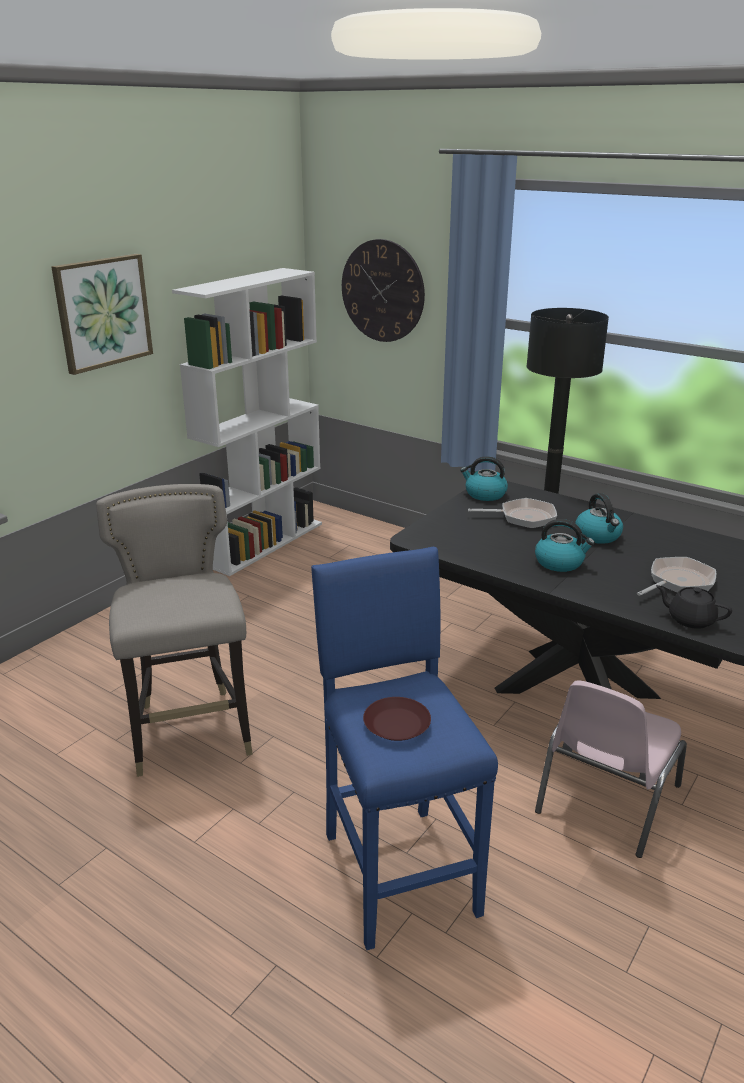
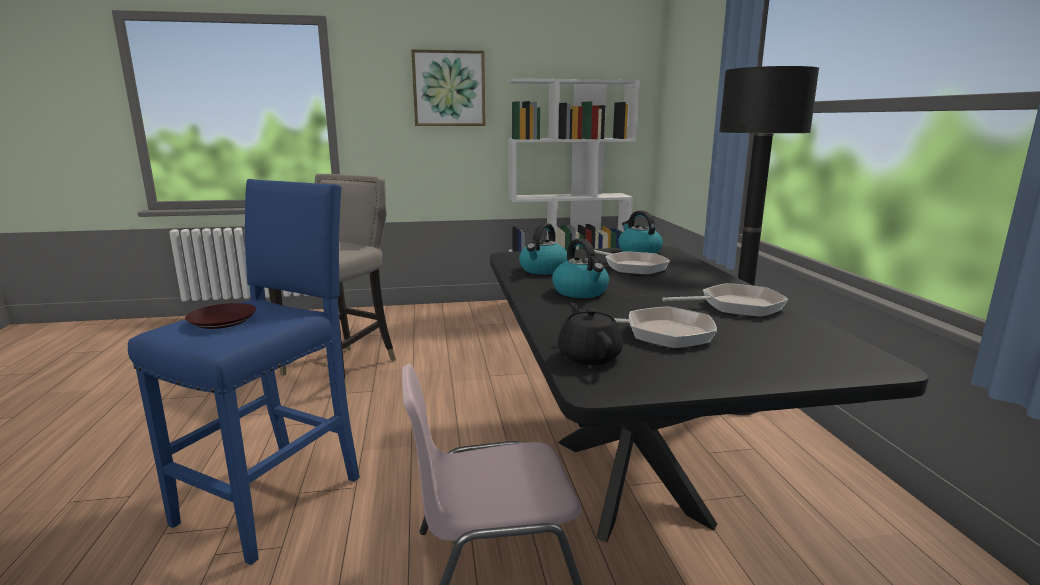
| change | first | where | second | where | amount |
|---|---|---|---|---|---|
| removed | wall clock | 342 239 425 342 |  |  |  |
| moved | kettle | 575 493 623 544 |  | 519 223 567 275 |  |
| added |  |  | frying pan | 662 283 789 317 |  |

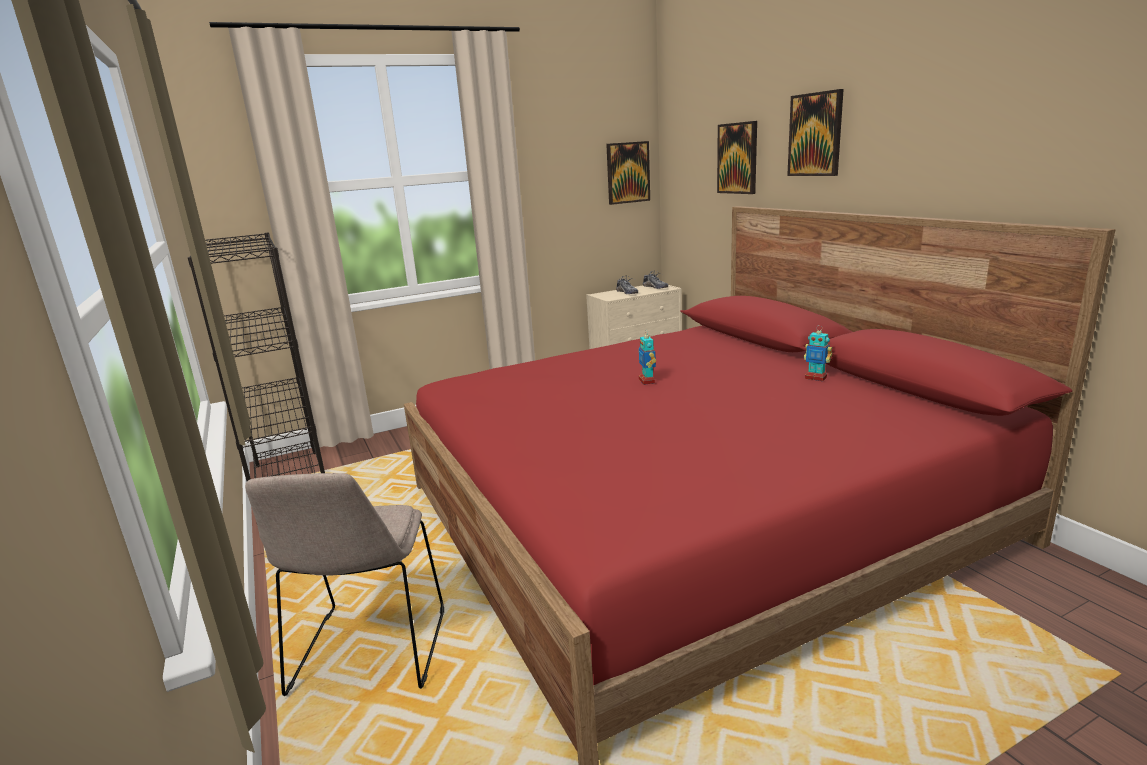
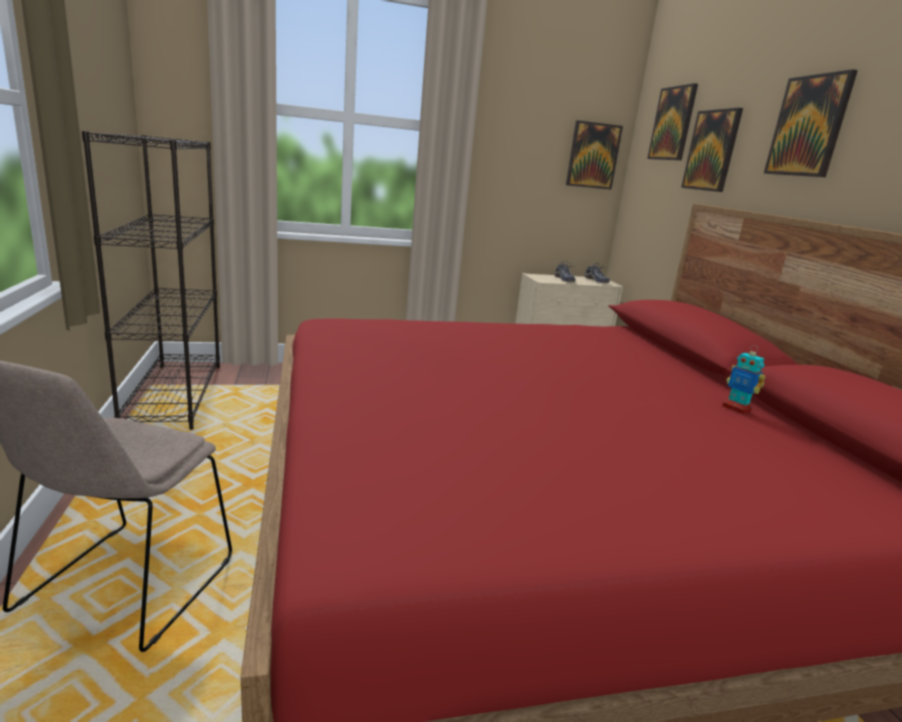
| change | first | where | second | where | amount |
|---|---|---|---|---|---|
| removed | toy robot | 639 335 656 385 |  |  |  |
| added |  |  | picture | 647 83 698 160 |  |

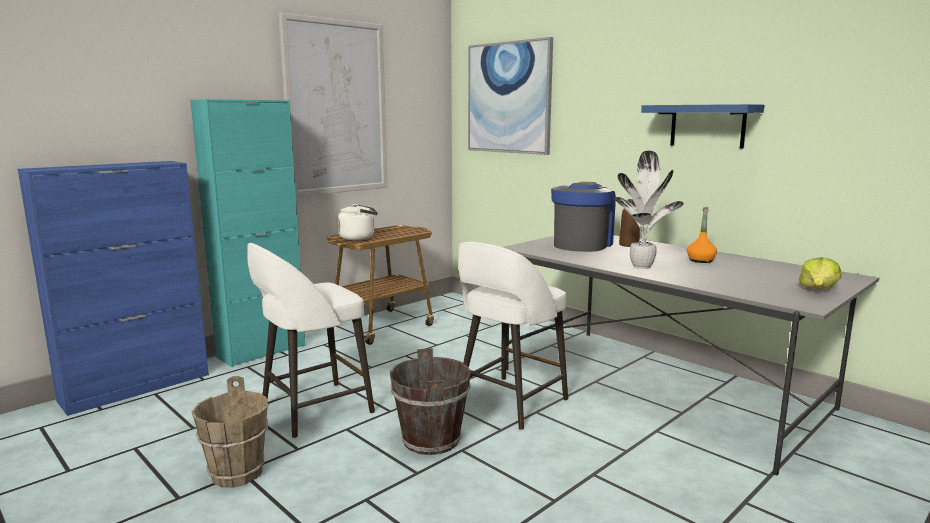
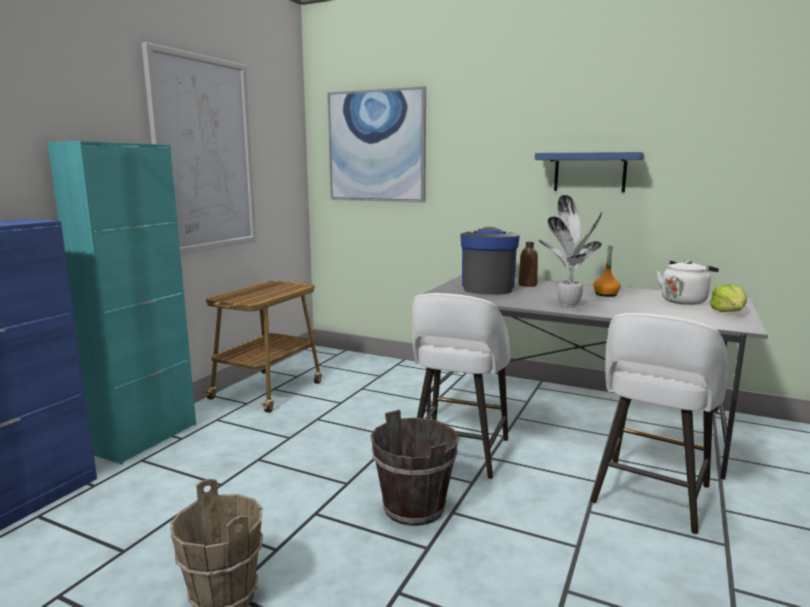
| change | first | where | second | where | amount |
|---|---|---|---|---|---|
| moved | white kettle | 338 204 378 240 |  | 657 260 719 305 |  |
| moved | white stool | 247 243 375 438 |  | 590 313 728 534 |  |

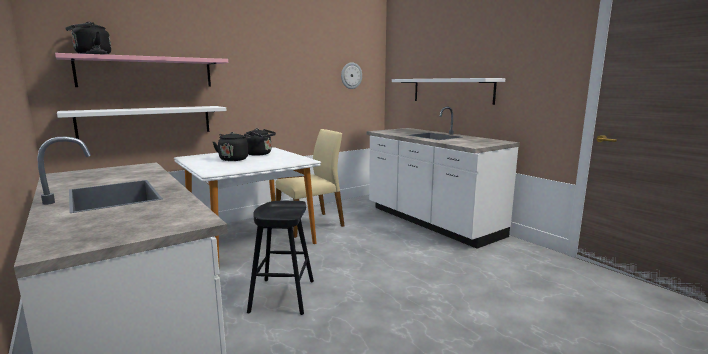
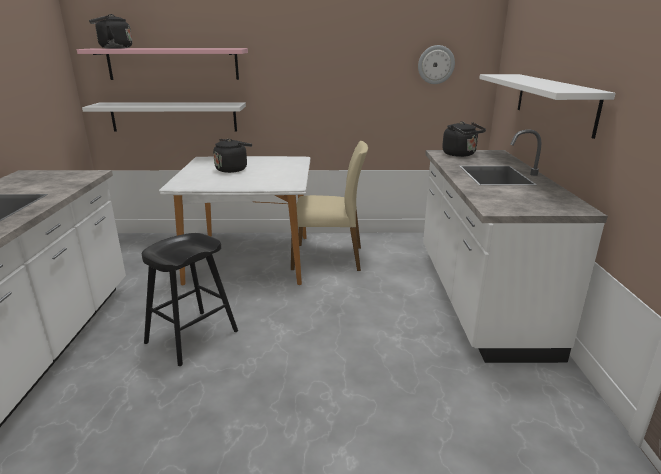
| change | first | where | second | where | amount |
|---|---|---|---|---|---|
| moved | black kettle | 245 128 276 156 |  | 442 121 486 157 |  |

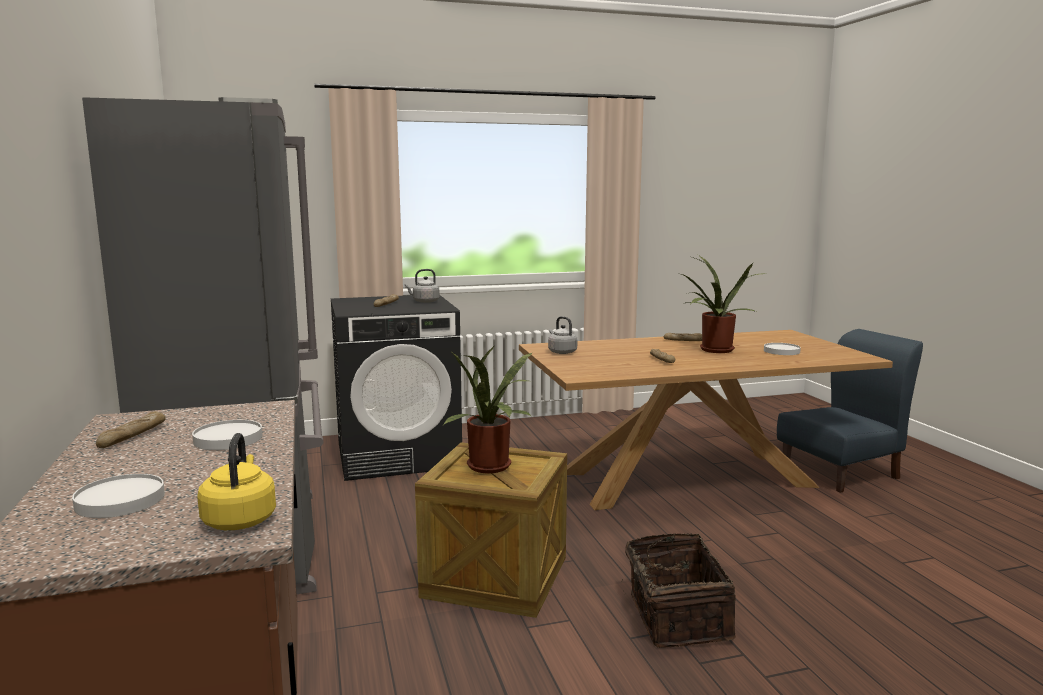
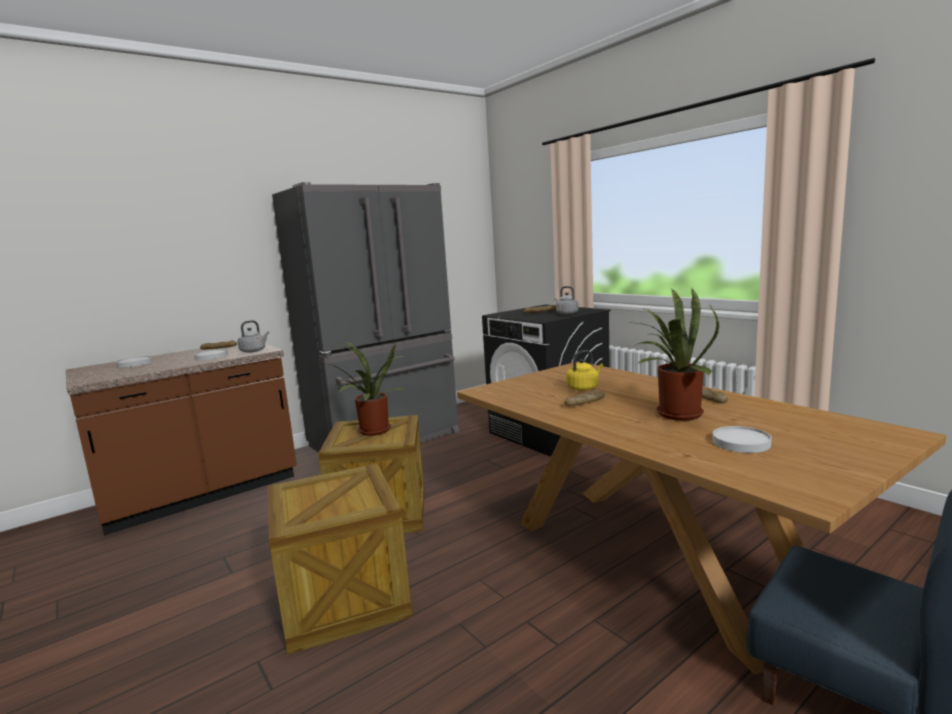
| change | first | where | second | where | amount |
|---|---|---|---|---|---|
| moved | grey kettle | 548 316 577 354 |  | 238 320 269 353 |  |
| moved | yellow kettle | 197 433 276 530 |  | 566 350 603 391 |  |
| replaced | basket | 621 533 736 648 | crate | 268 464 412 655 |  |

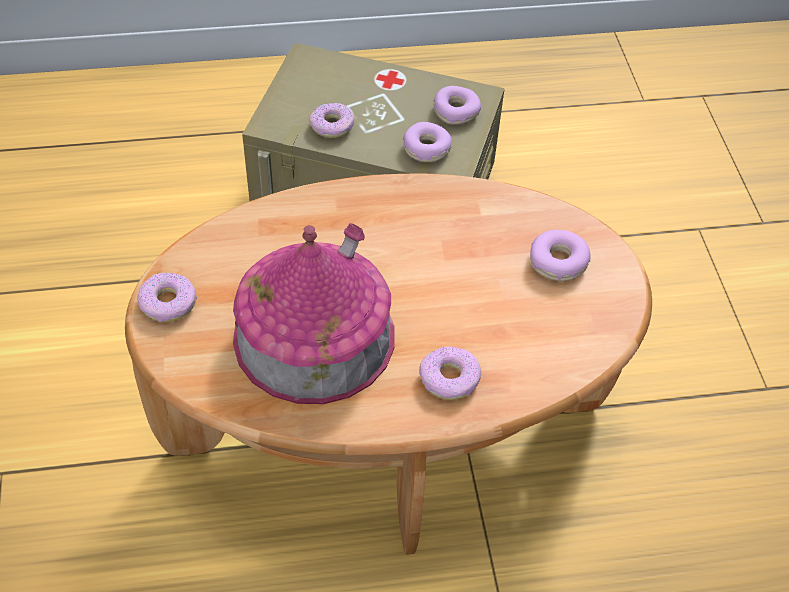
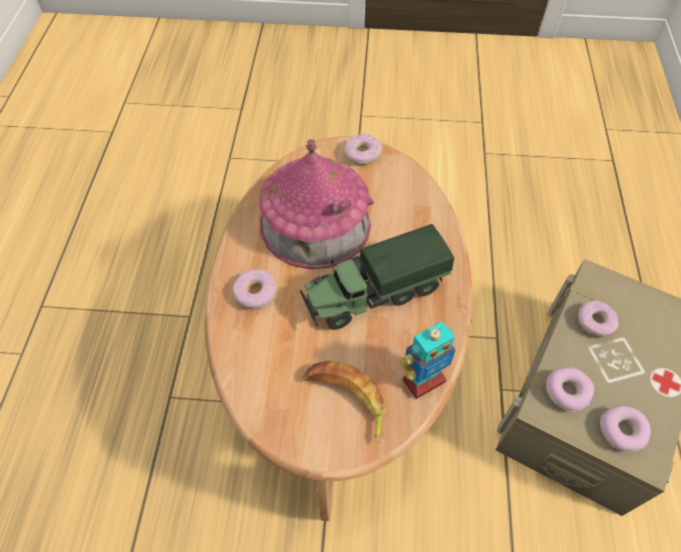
| change | first | where | second | where | amount |
|---|---|---|---|---|---|
| replaced | donut | 530 230 591 281 | banana | 303 361 386 444 |  |
| added |  |  | toy truck | 300 224 454 330 |  |
| added |  |  | toy robot | 400 321 456 399 |  |

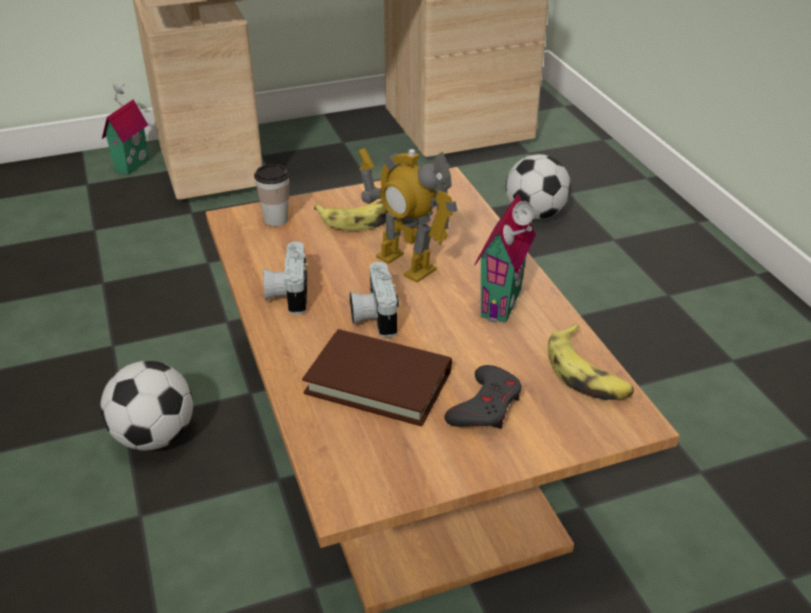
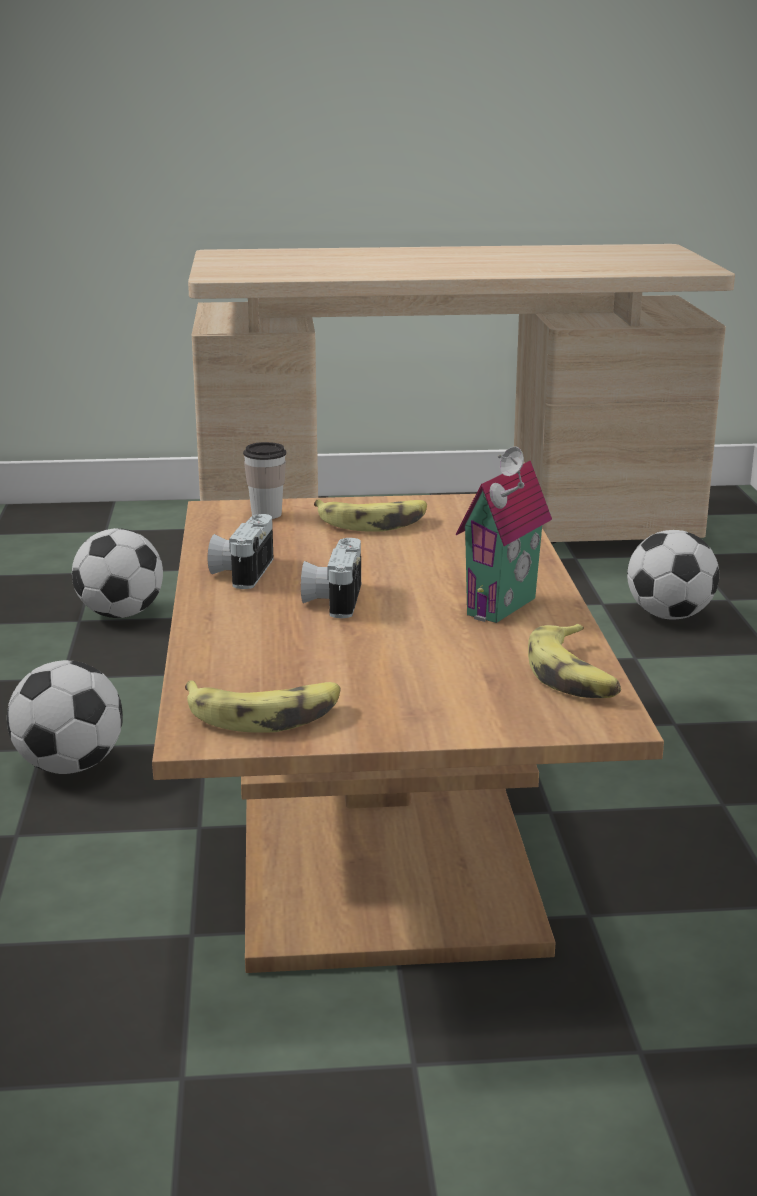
| change | first | where | second | where | amount |
|---|---|---|---|---|---|
| removed | toy house | 102 84 149 175 |  |  |  |
| removed | toy robot | 359 148 457 283 |  |  |  |
| removed | brown book | 302 329 452 426 |  |  |  |
| removed | grey game controller | 445 365 522 429 |  |  |  |
| added |  |  | football | 72 528 163 618 |  |
| added |  |  | banana | 185 680 341 733 |  |

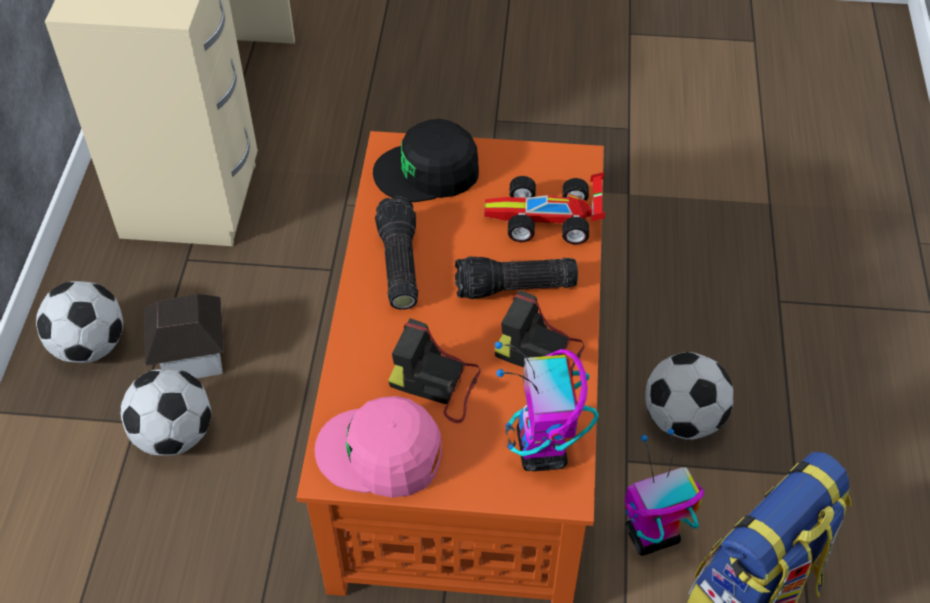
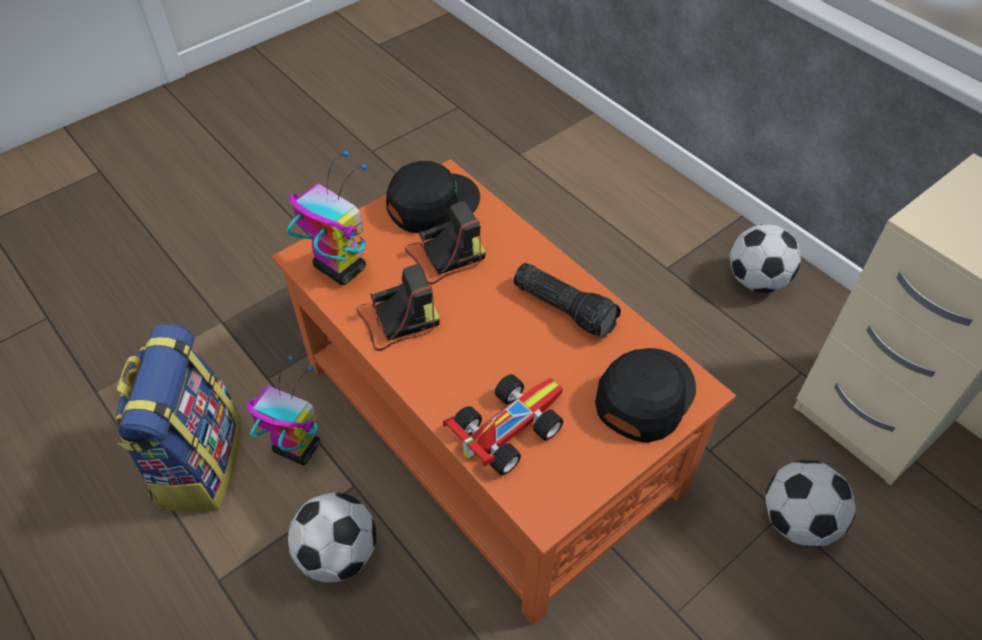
| change | first | where | second | where | amount |
|---|---|---|---|---|---|
| removed | flashlight | 455 257 578 299 |  |  |  |
| removed | toy house | 144 294 224 378 |  |  |  |
| moved | football | 120 369 212 456 |  | 765 460 856 547 |  |
| recoloured | pink cap | 315 396 442 498 | black cap | 386 161 480 233 |  |
| turned | toy robot | 625 428 704 556 |  | 246 356 320 465 | 90 degrees counterclockwise |

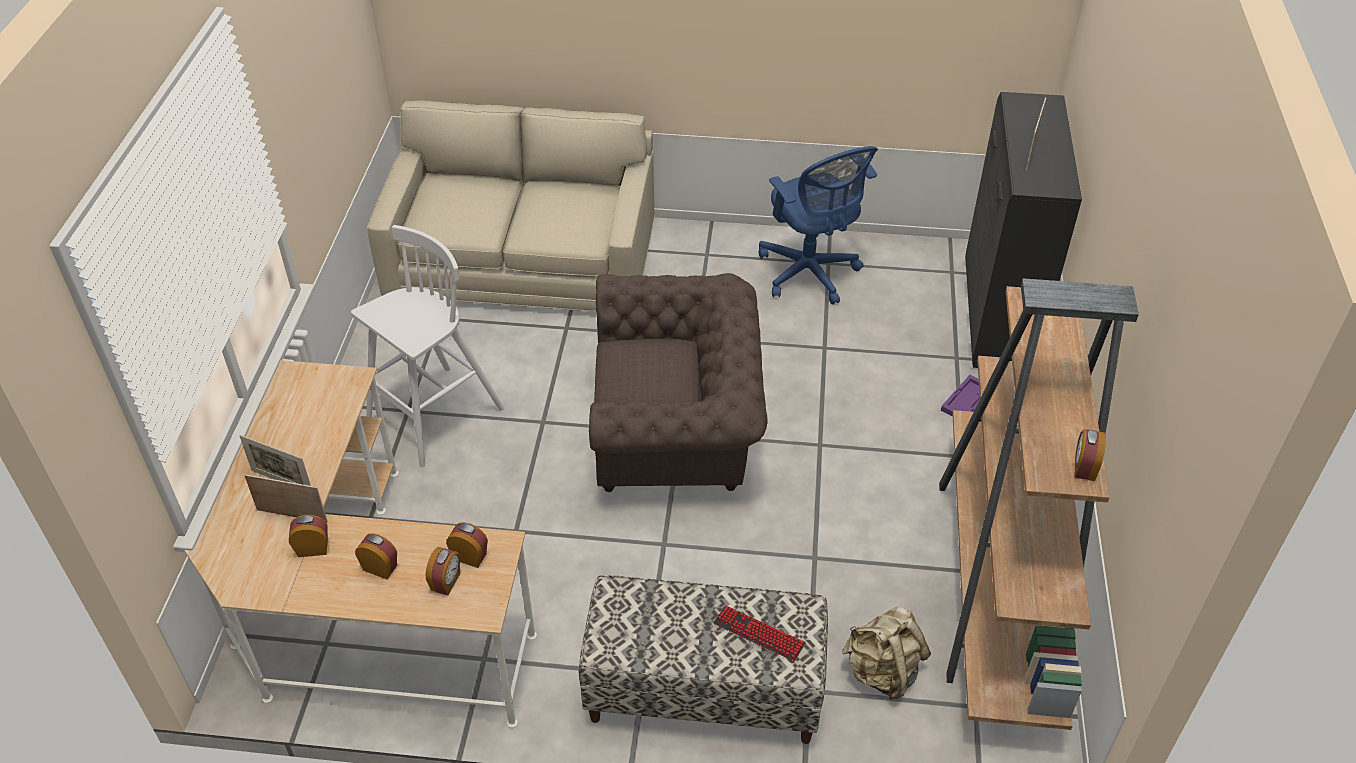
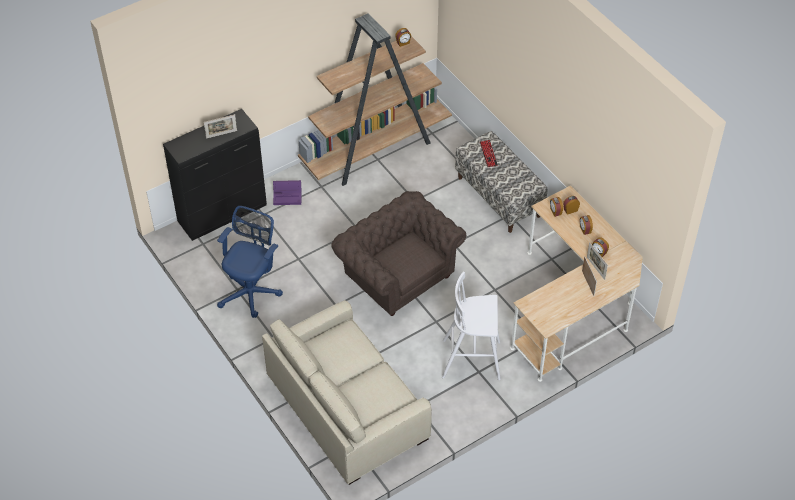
| change | first | where | second | where | amount |
|---|---|---|---|---|---|
| removed | beige backpack | 842 606 931 700 |  |  |  |

